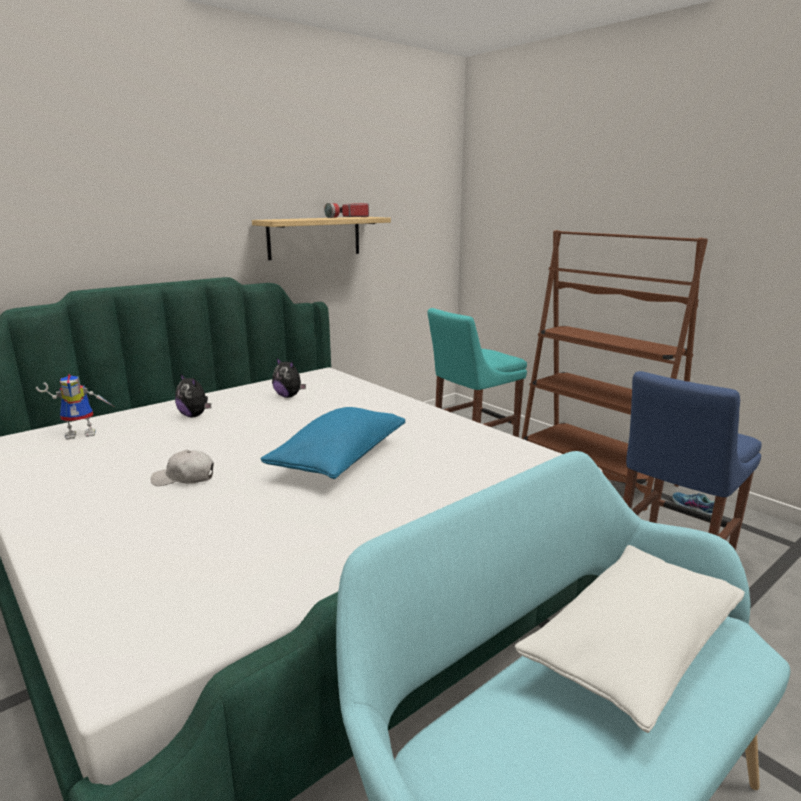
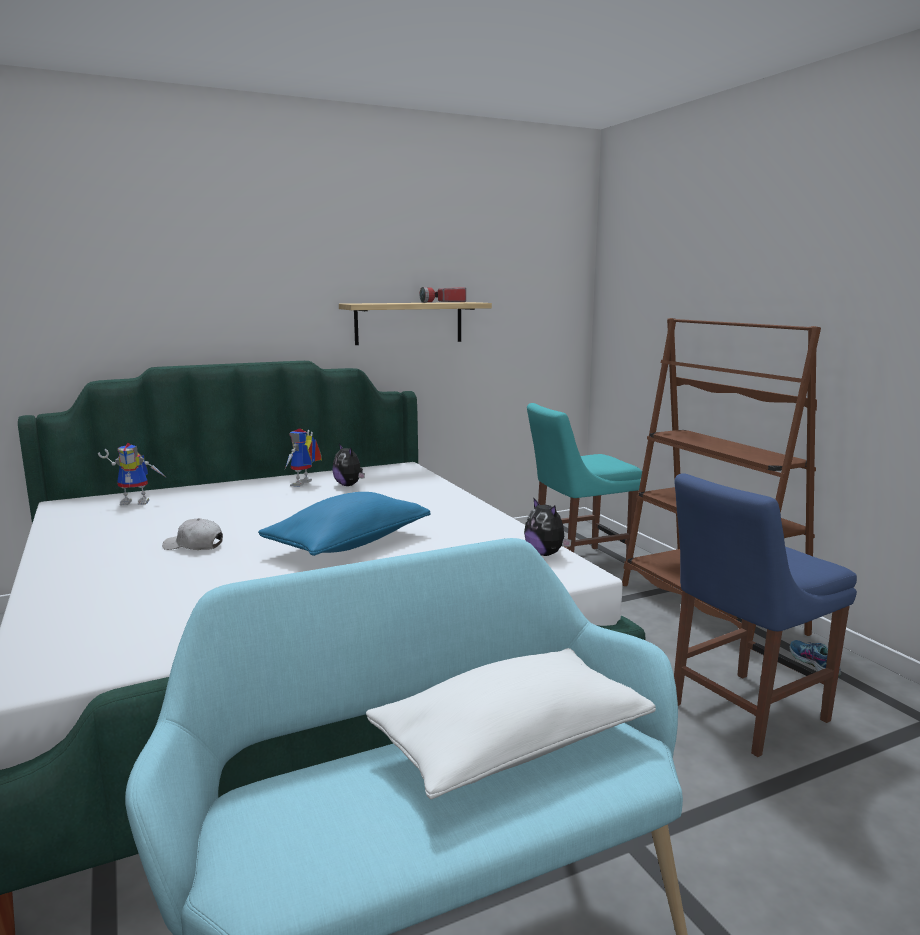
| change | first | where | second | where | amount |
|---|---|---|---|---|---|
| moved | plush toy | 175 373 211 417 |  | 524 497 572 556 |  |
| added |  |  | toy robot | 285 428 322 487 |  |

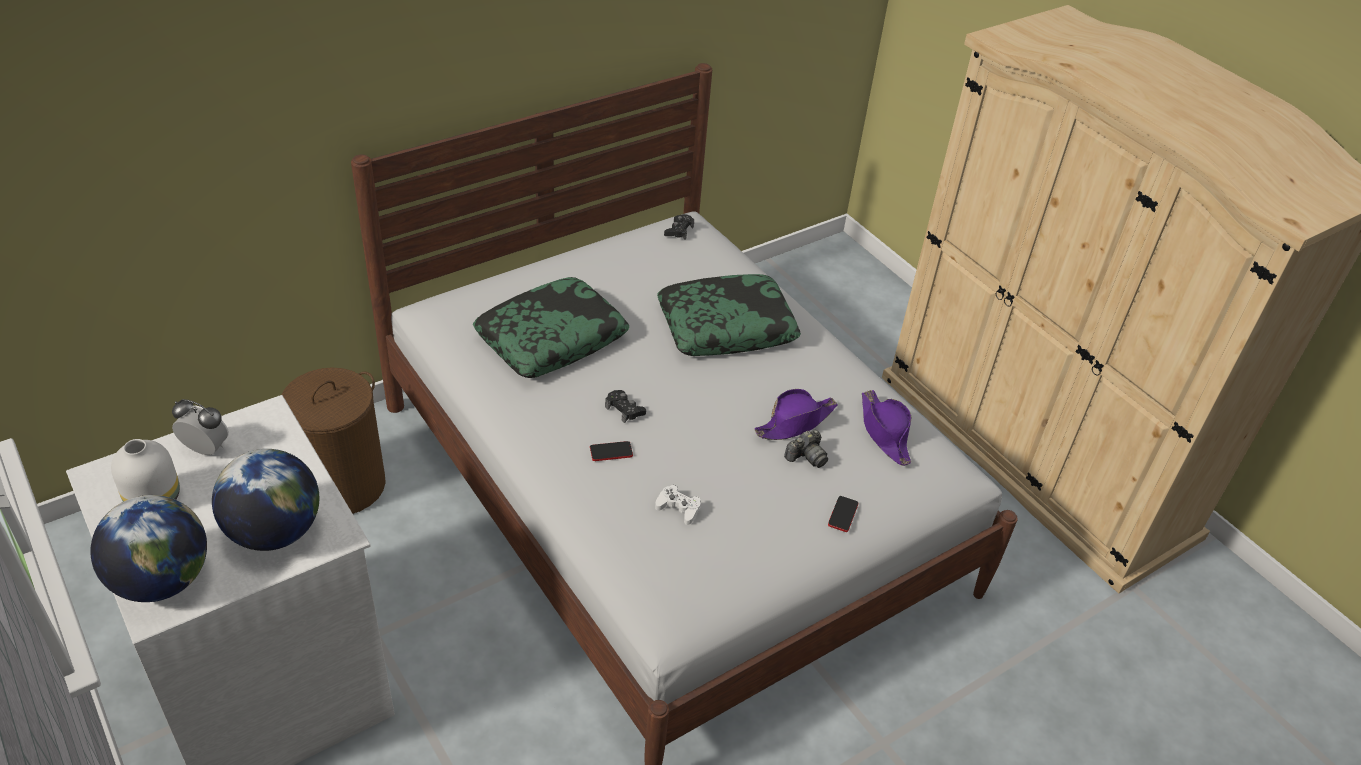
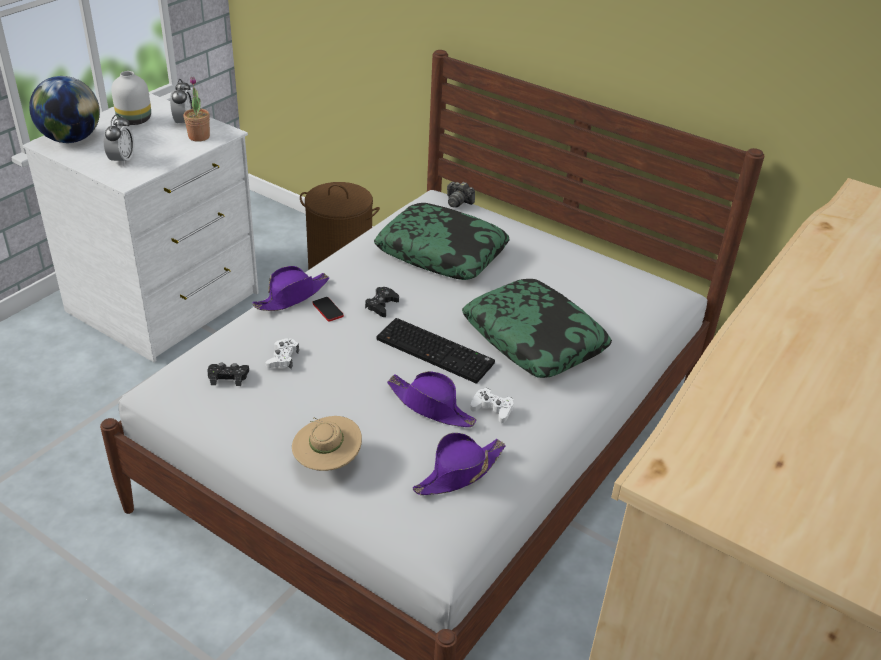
| change | first | where | second | where | amount |
|---|---|---|---|---|---|
| moved | black game controller | 664 214 694 240 |  | 207 363 249 386 |  |
| moved | photo camera | 784 430 828 468 |  | 447 182 475 208 |  |
| replaced | globe | 212 449 319 551 | alarm clock | 104 114 134 166 |  |
| replaced | phone | 828 496 858 532 | beige hat | 292 416 362 471 |  |
| added |  |  | potted plant | 184 77 210 142 |  |
| added |  |  | purple hat | 252 266 329 311 |  |
| added |  |  | keyboard | 377 318 495 384 |  |
| added |  |  | white game controller | 470 388 513 423 |  |

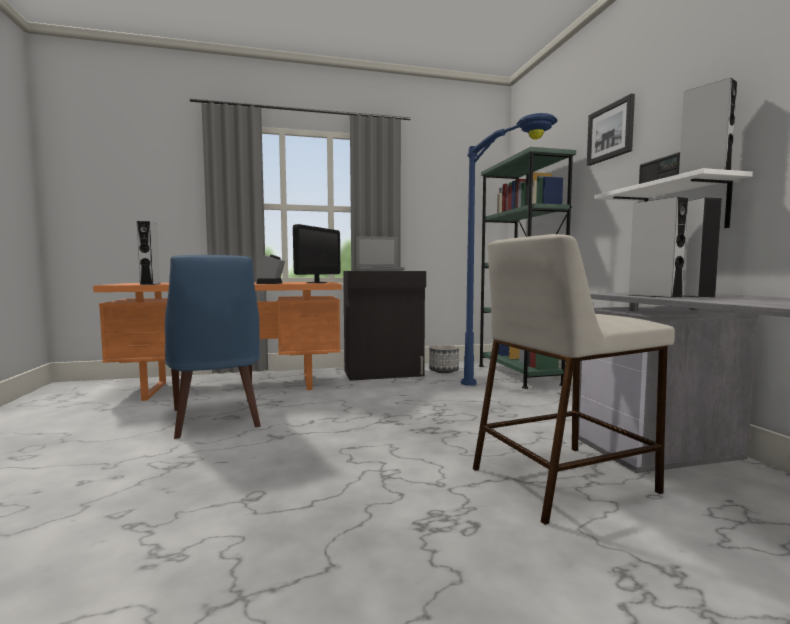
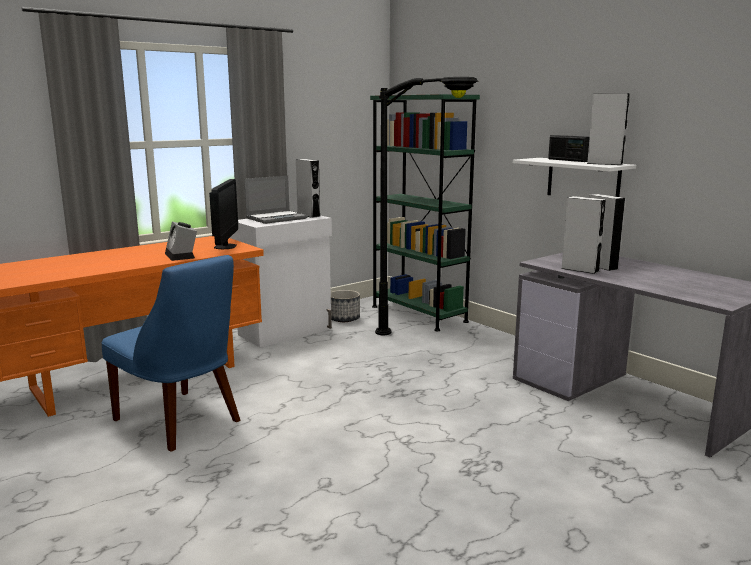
| change | first | where | second | where | amount |
|---|---|---|---|---|---|
| removed | picture | 587 94 635 166 |  |  |  |
| recoloured | blue floor lamp | 461 113 558 386 | black floor lamp | 375 77 479 336 |  |
| moved | grey speaker | 137 221 160 285 |  | 296 159 321 218 |  |
| removed | beige stool | 473 234 675 525 |  |  |  |
| recoloured | black cabinet | 343 271 426 381 | white cabinet | 232 215 332 347 |  |

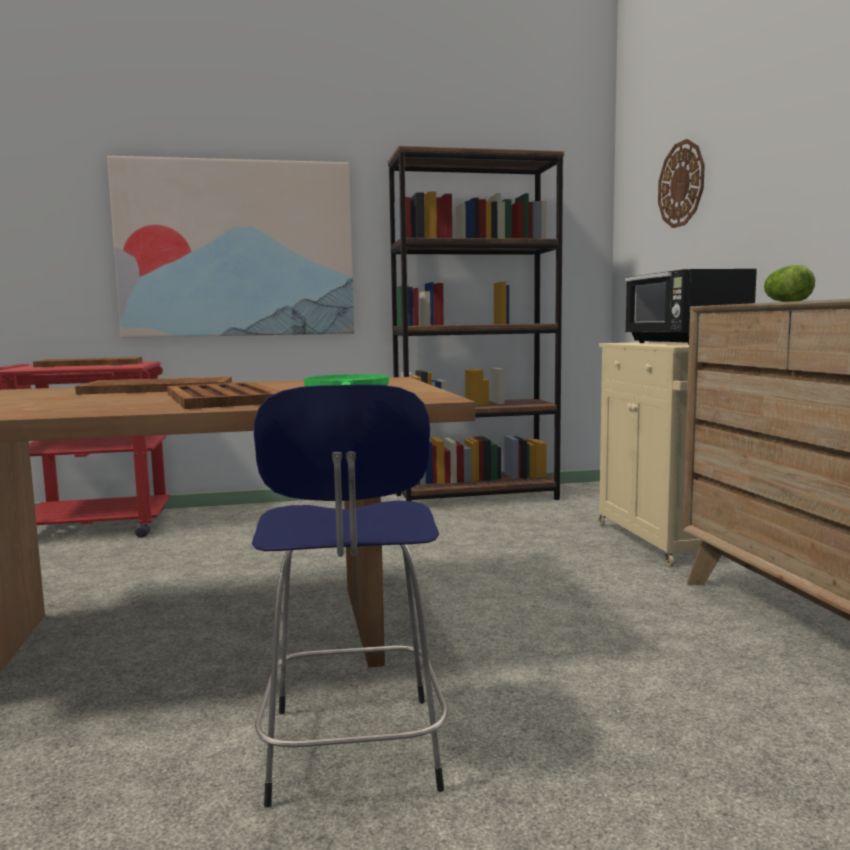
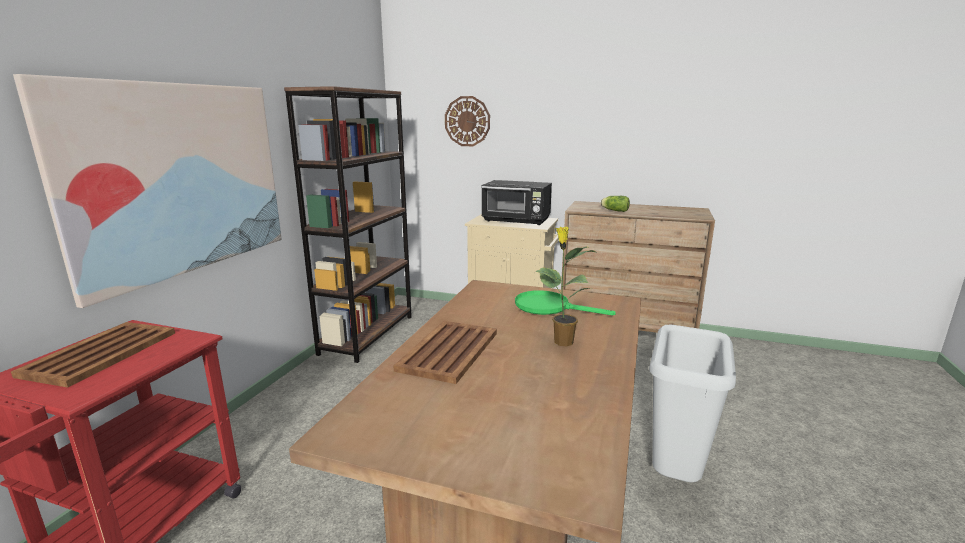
| change | first | where | second | where | amount |
|---|---|---|---|---|---|
| replaced | brown tray | 167 382 281 409 | potted plant | 535 227 595 346 |  |
| replaced | blue stool | 252 384 447 807 | grey trash can | 649 325 736 482 |  |

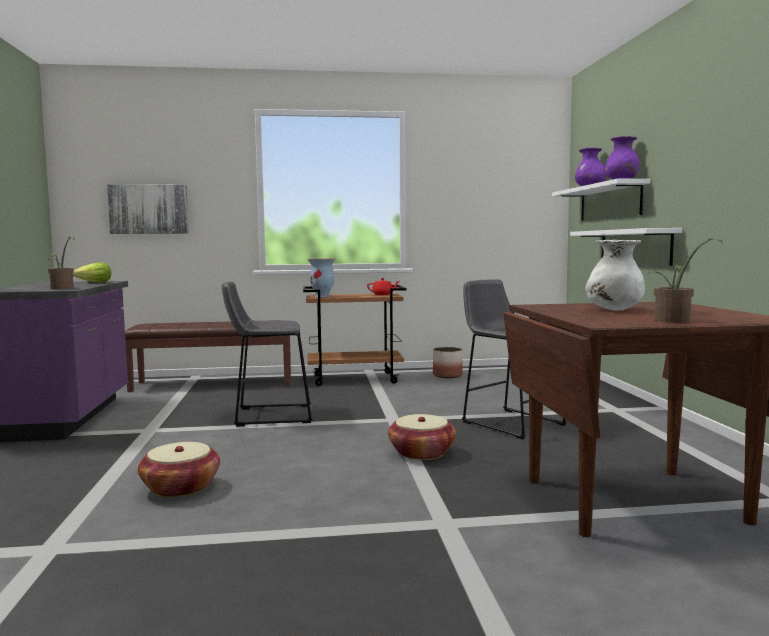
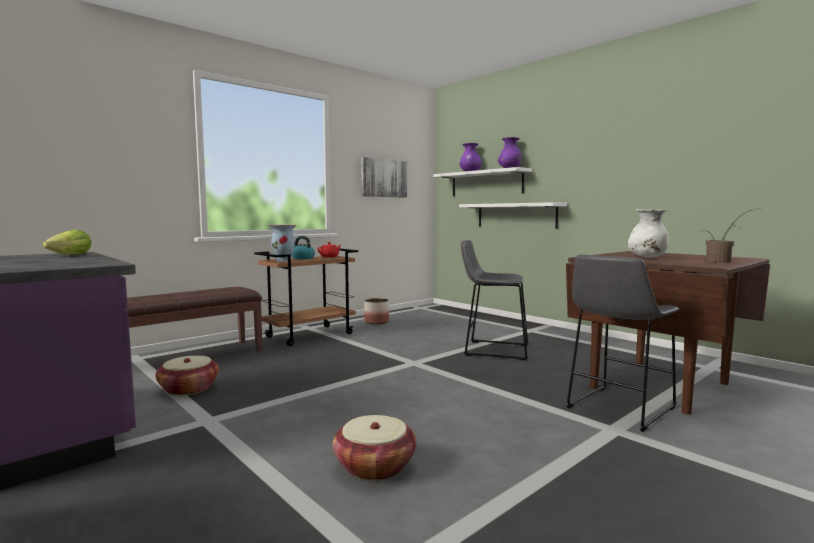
| change | first | where | second | where | amount |
|---|---|---|---|---|---|
| moved | picture | 107 184 189 234 |  | 361 157 407 198 |  |
| removed | potted plant | 48 237 75 289 |  |  |  |
| moved | grey stool | 221 281 313 427 |  | 566 254 679 432 |  |
| moved | basket | 388 414 456 460 |  | 156 356 219 396 |  |
| added |  |  | kettle | 291 236 315 259 |  |

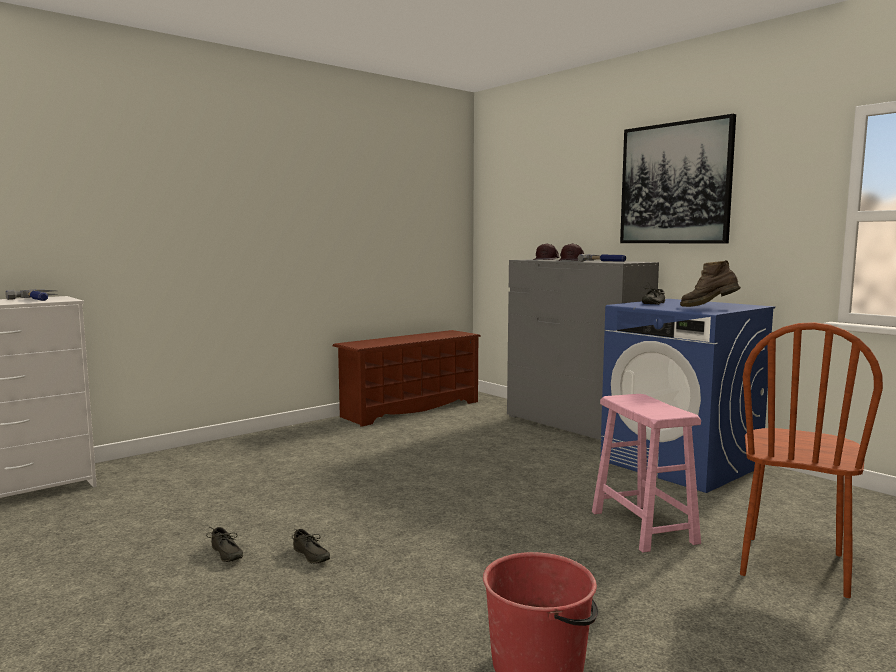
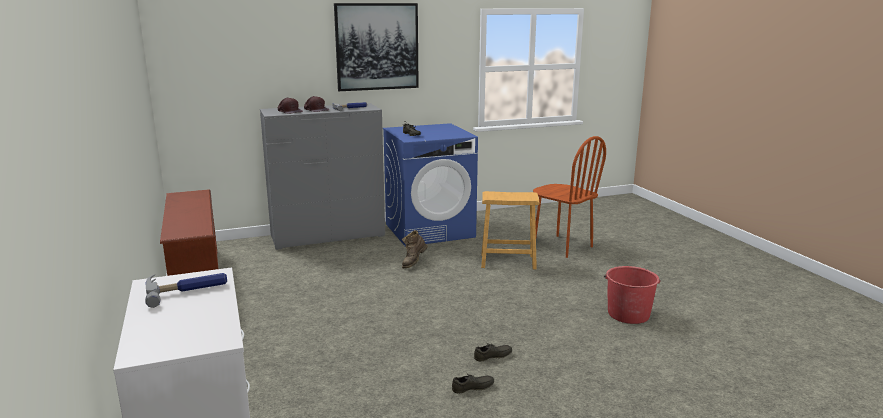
| change | first | where | second | where | amount |
|---|---|---|---|---|---|
| moved | brown boot | 680 260 741 307 |  | 402 230 428 268 |  |
| recoloured | pink stool | 592 394 701 553 | brown stool | 481 191 539 270 |  |

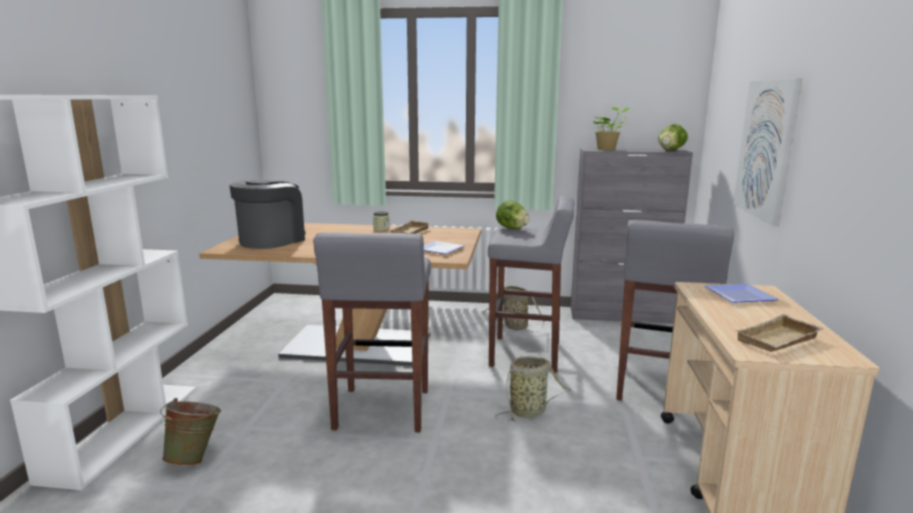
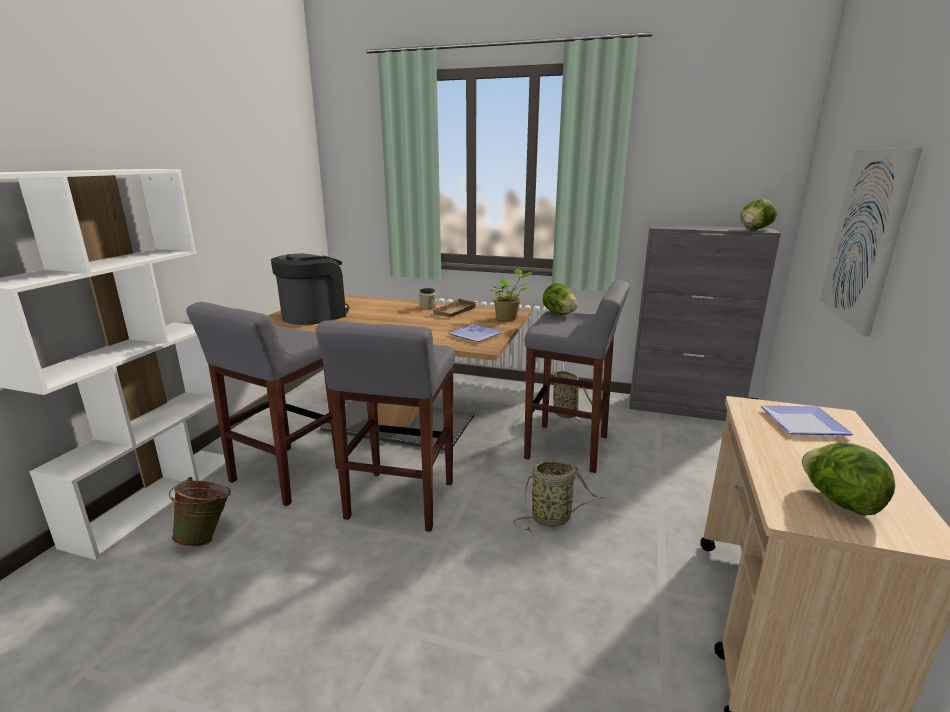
| change | first | where | second | where | amount |
|---|---|---|---|---|---|
| moved | potted plant | 593 107 630 150 |  | 493 269 532 321 |  |
| moved | grey stool | 616 220 734 401 |  | 186 302 338 506 |  |
| replaced | beige tray | 735 314 824 352 | lettuce | 802 443 895 515 |  |

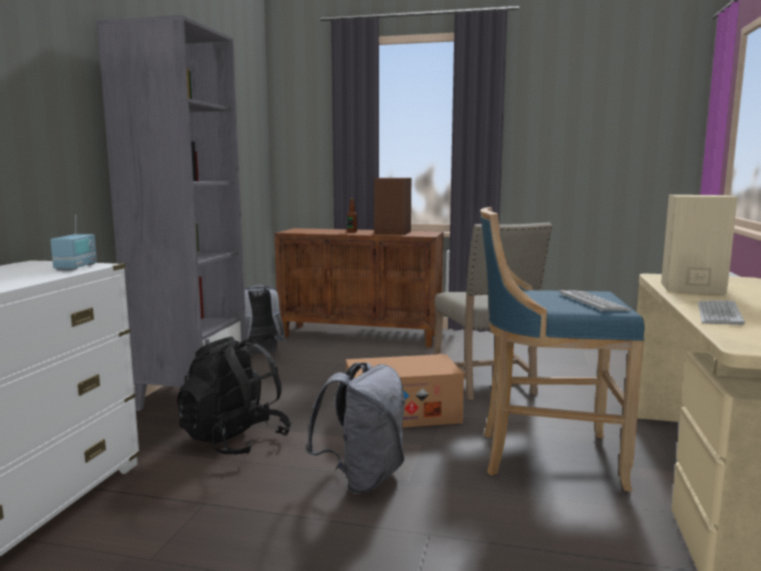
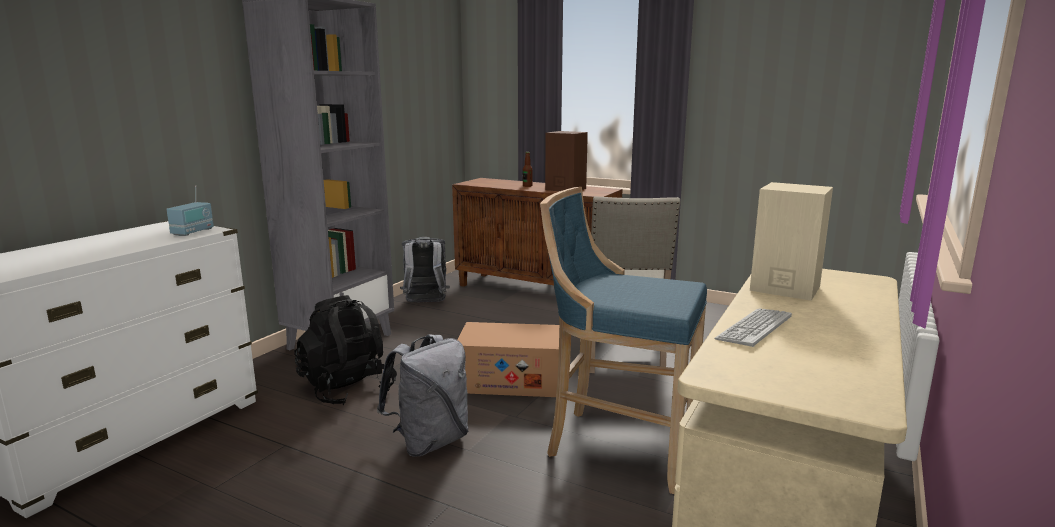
| change | first | where | second | where | amount |
|---|---|---|---|---|---|
| removed | keyboard | 560 290 631 312 |  |  |  |

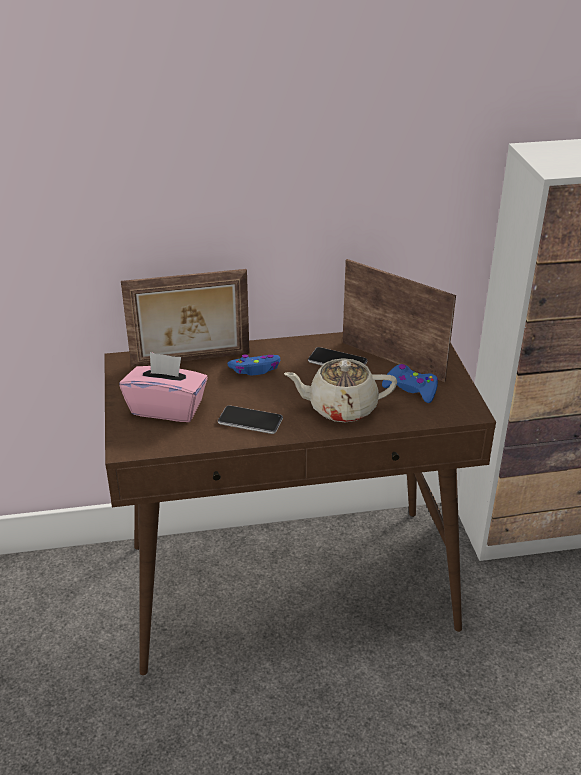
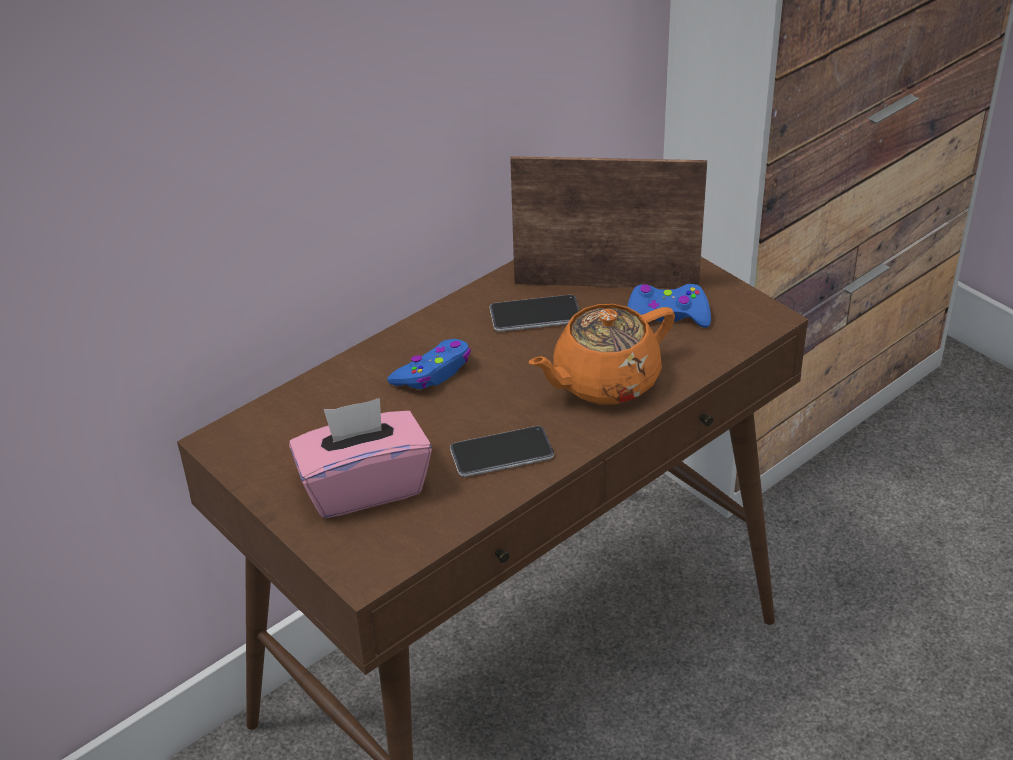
| change | first | where | second | where | amount |
|---|---|---|---|---|---|
| removed | picture frame | 121 269 250 367 |  |  |  |
| recoloured | beige teapot | 284 358 397 422 | orange teapot | 529 304 675 405 |  |

